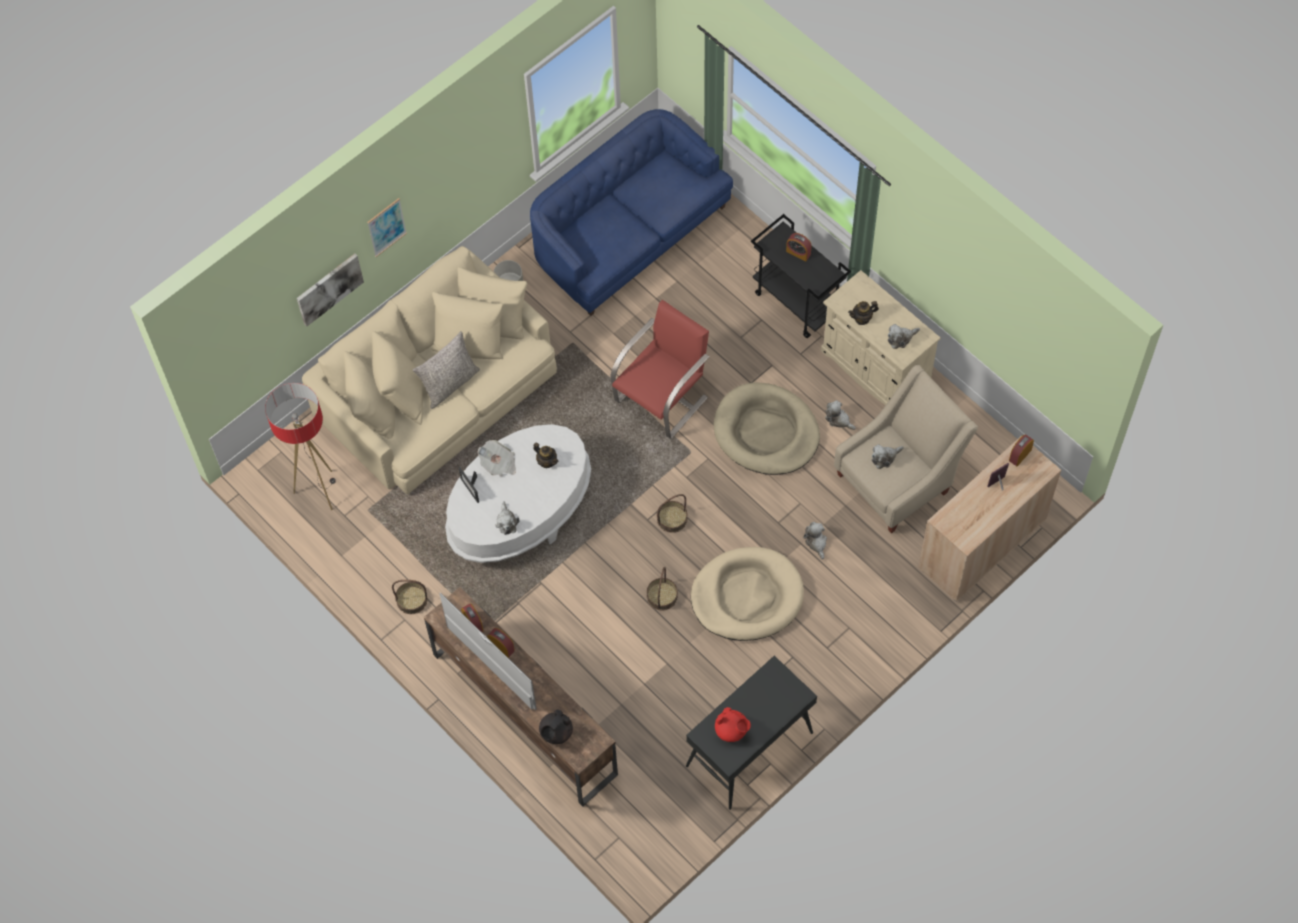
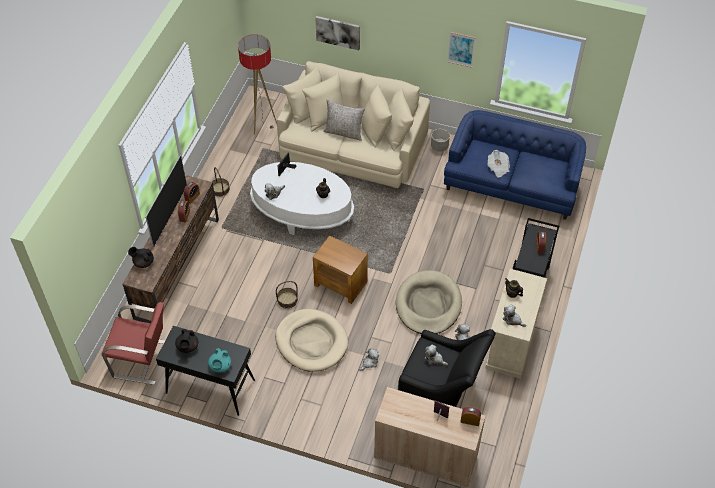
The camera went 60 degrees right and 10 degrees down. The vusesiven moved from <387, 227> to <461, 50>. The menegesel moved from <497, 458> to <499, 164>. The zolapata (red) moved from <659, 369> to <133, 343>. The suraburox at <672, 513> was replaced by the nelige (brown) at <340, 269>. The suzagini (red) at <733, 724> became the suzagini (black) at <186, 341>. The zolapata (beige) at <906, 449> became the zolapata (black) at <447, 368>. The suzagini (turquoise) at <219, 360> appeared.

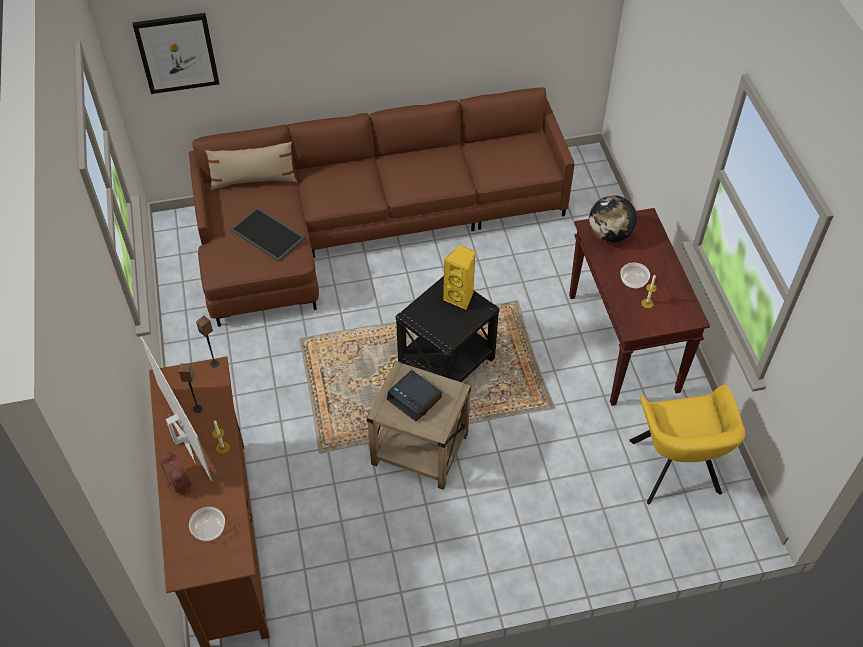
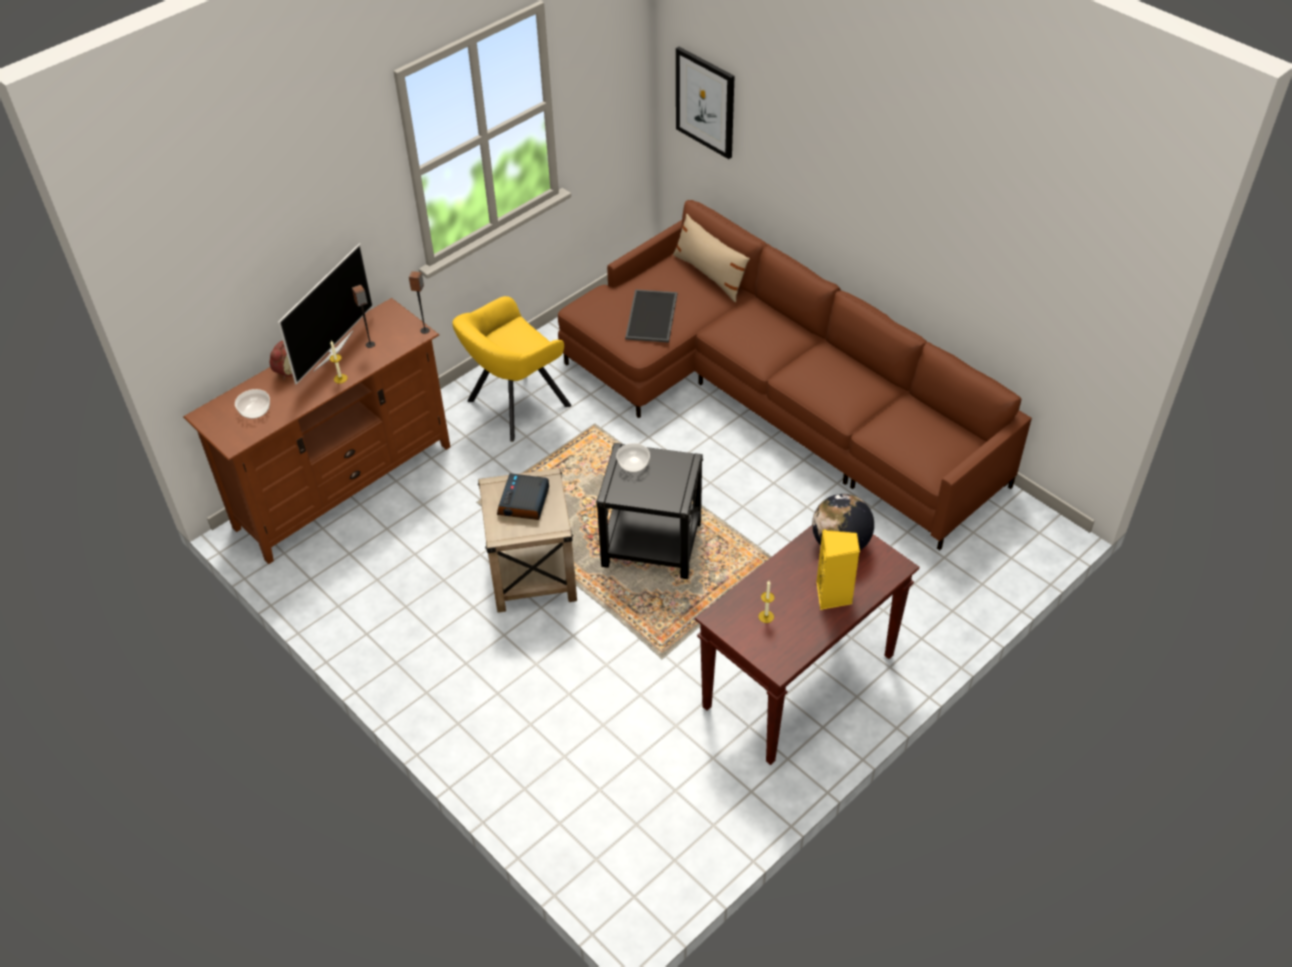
The camera went 60 degrees right and 5 degrees down. The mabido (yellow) moved from <459, 277> to <838, 569>. The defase moved from <635, 276> to <633, 457>. The zolapata (yellow) moved from <687, 444> to <512, 369>.

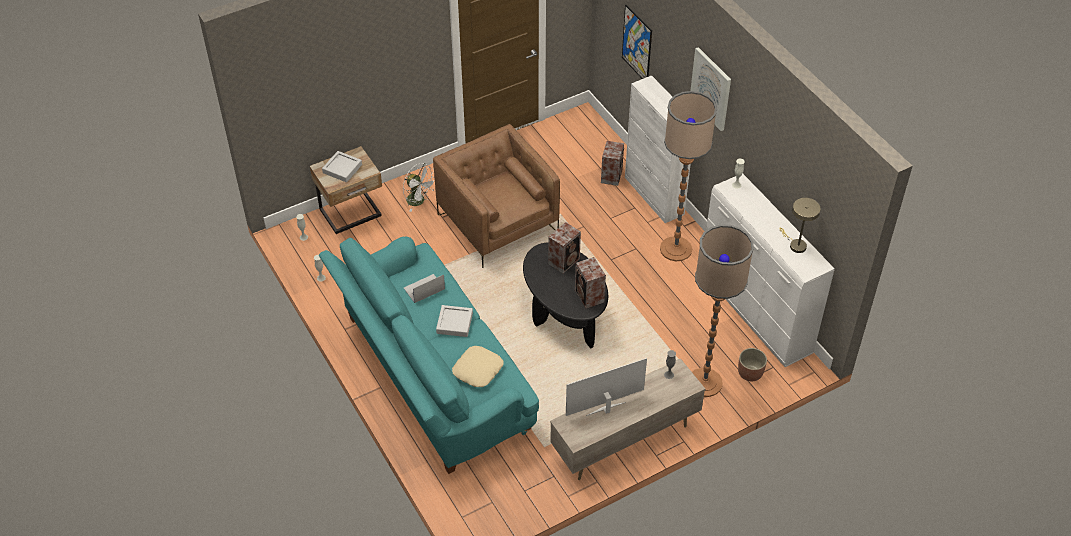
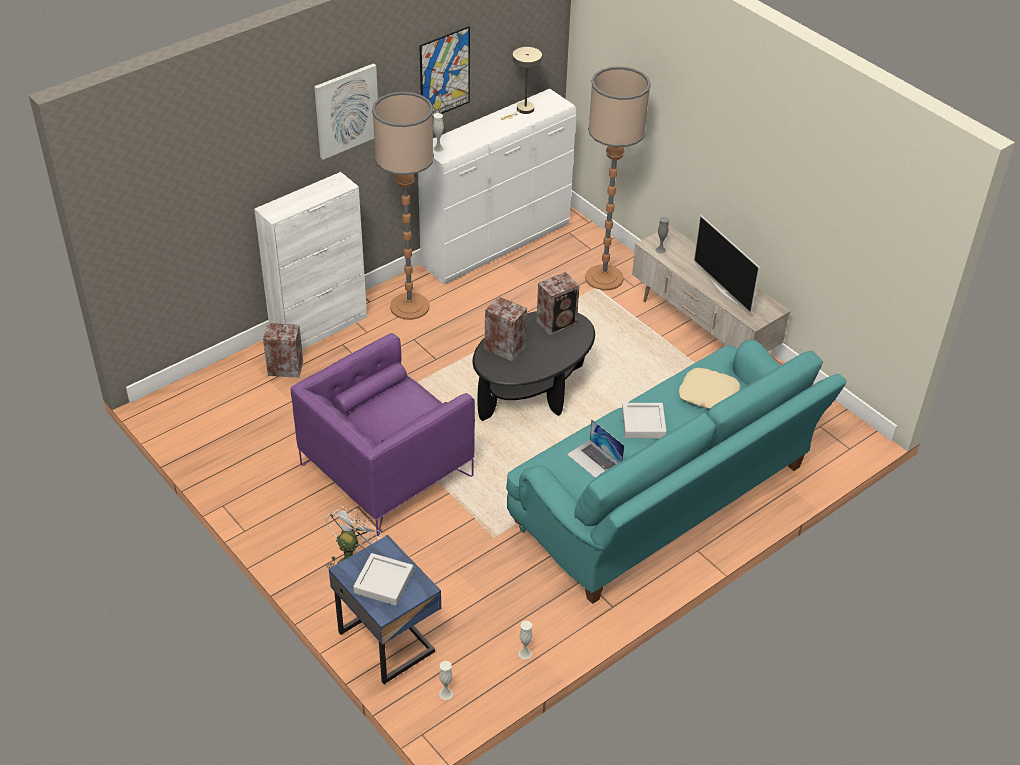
The camera went 100 degrees left and 5 degrees down. The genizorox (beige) at <346, 190> became the genizorox (blue) at <385, 609>. The zolapata (brown) at <496, 196> became the zolapata (purple) at <382, 435>. The vusesiven moved from <637, 42> to <444, 72>. The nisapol at <752, 364> disappeared.

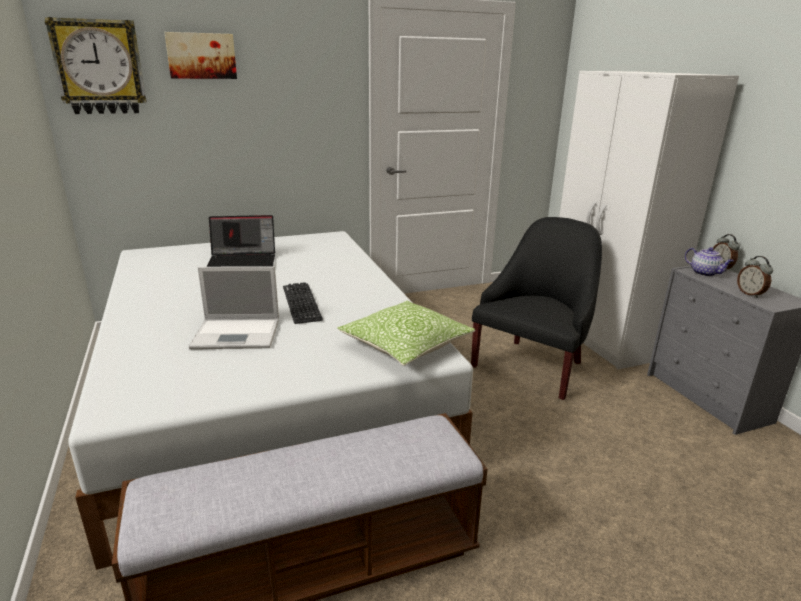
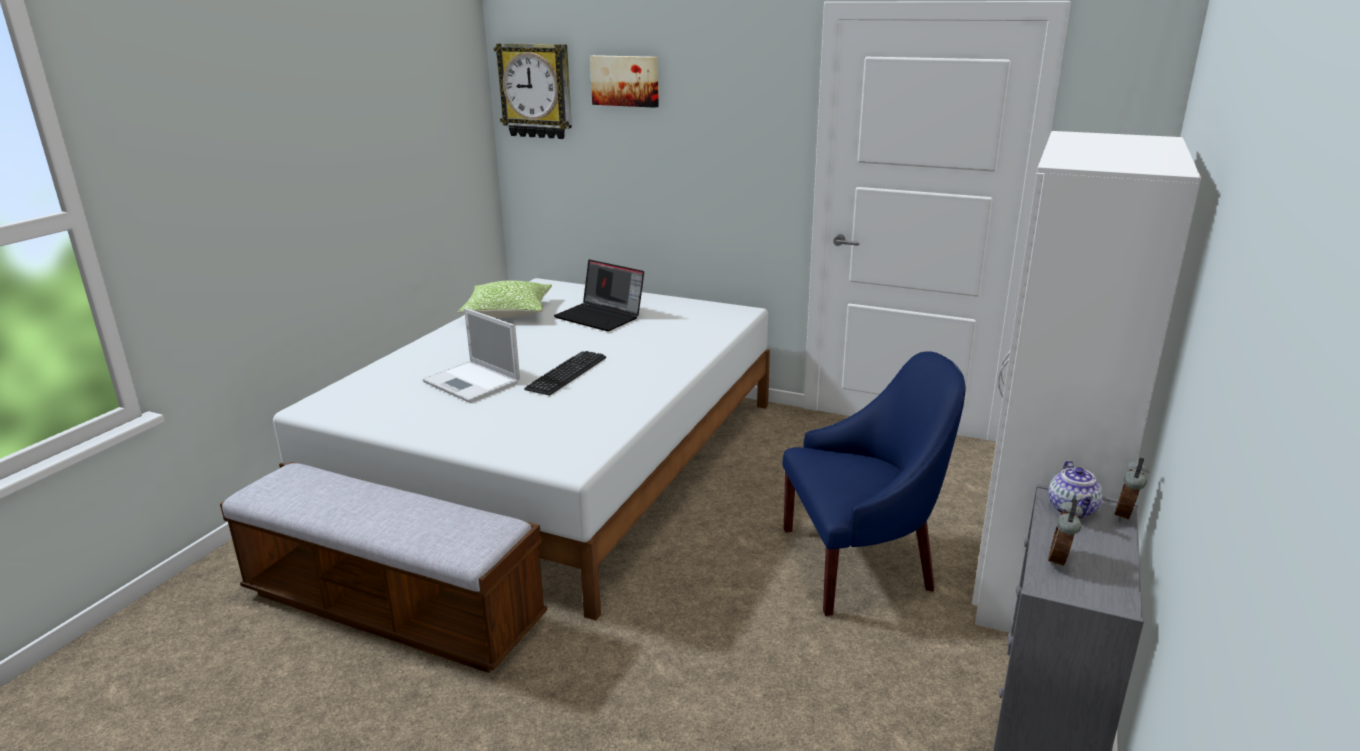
The camera went 45 degrees right and 0 degrees up. The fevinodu moved from <406, 333> to <505, 298>. The zolapata (black) at <536, 308> became the zolapata (blue) at <874, 483>.

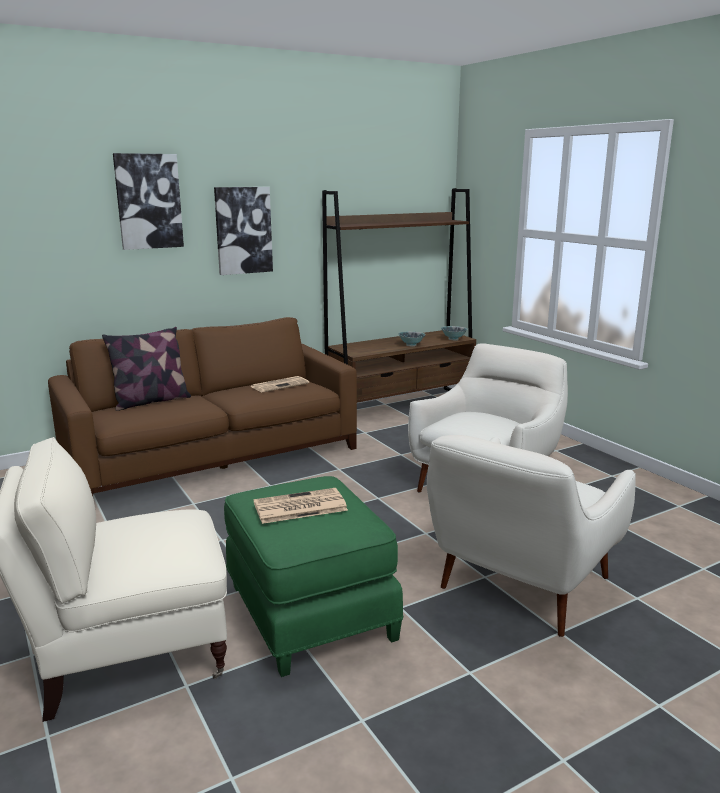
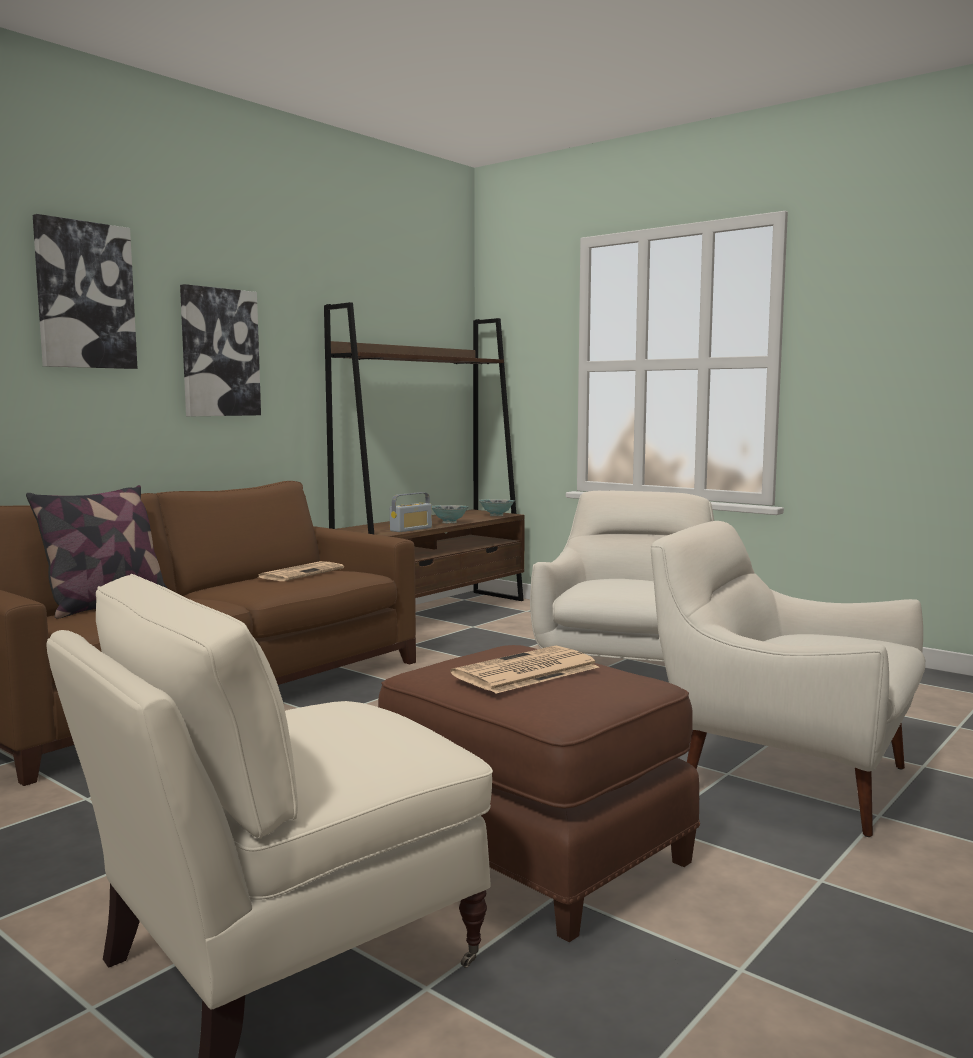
The camera went 20 degrees left and 10 degrees down. The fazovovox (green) at <313, 576> became the fazovovox (brown) at <539, 793>. The zolapata (white) at <531, 536> turned 105 degrees clockwise. The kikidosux at <411, 512> appeared.

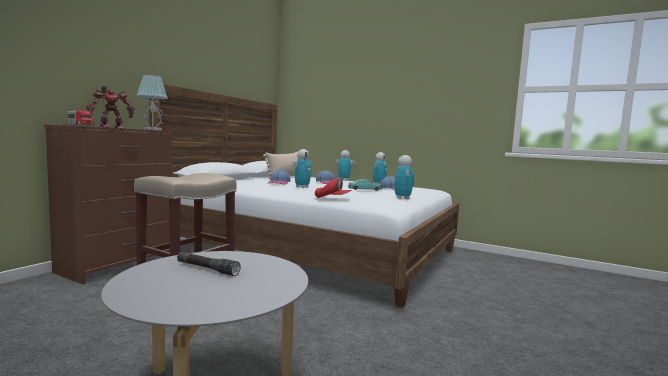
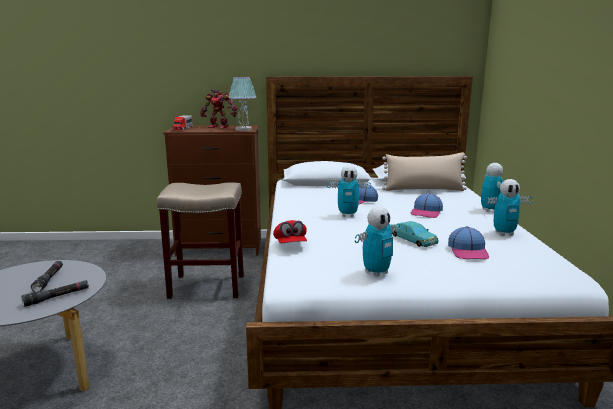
The camera went 60 degrees right and 10 degrees up. The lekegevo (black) at <55, 293> appeared.

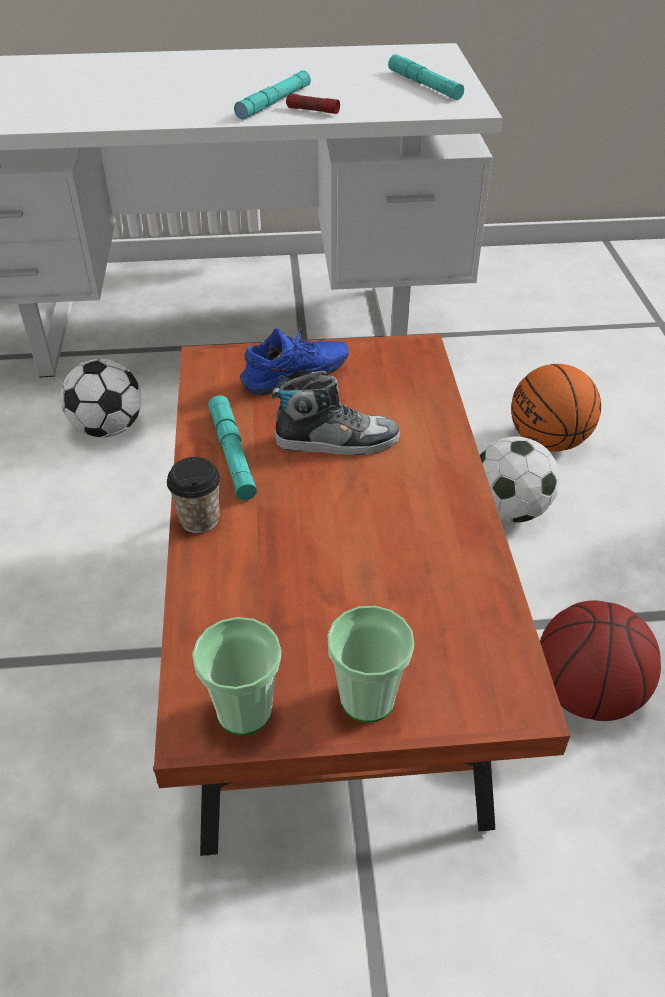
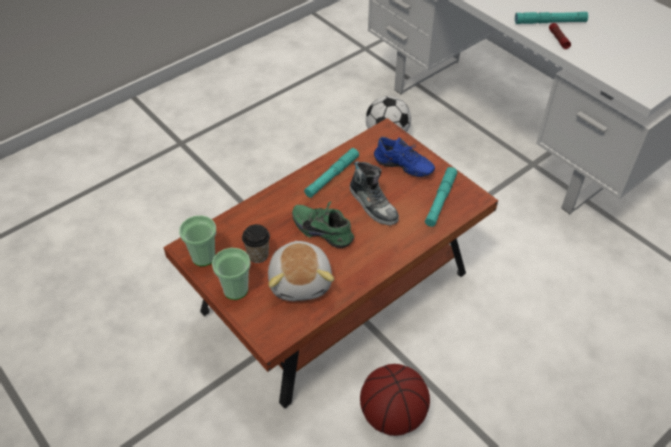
The camera went 55 degrees right and 5 degrees up. The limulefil moved from <194, 495> to <256, 243>. The lekegevo (turquoise) moved from <426, 77> to <441, 197>. The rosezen at <519, 479> disappeared. The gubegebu at <556, 408> disappeared. The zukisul at <301, 271> appeared. The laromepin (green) at <323, 224> appeared.

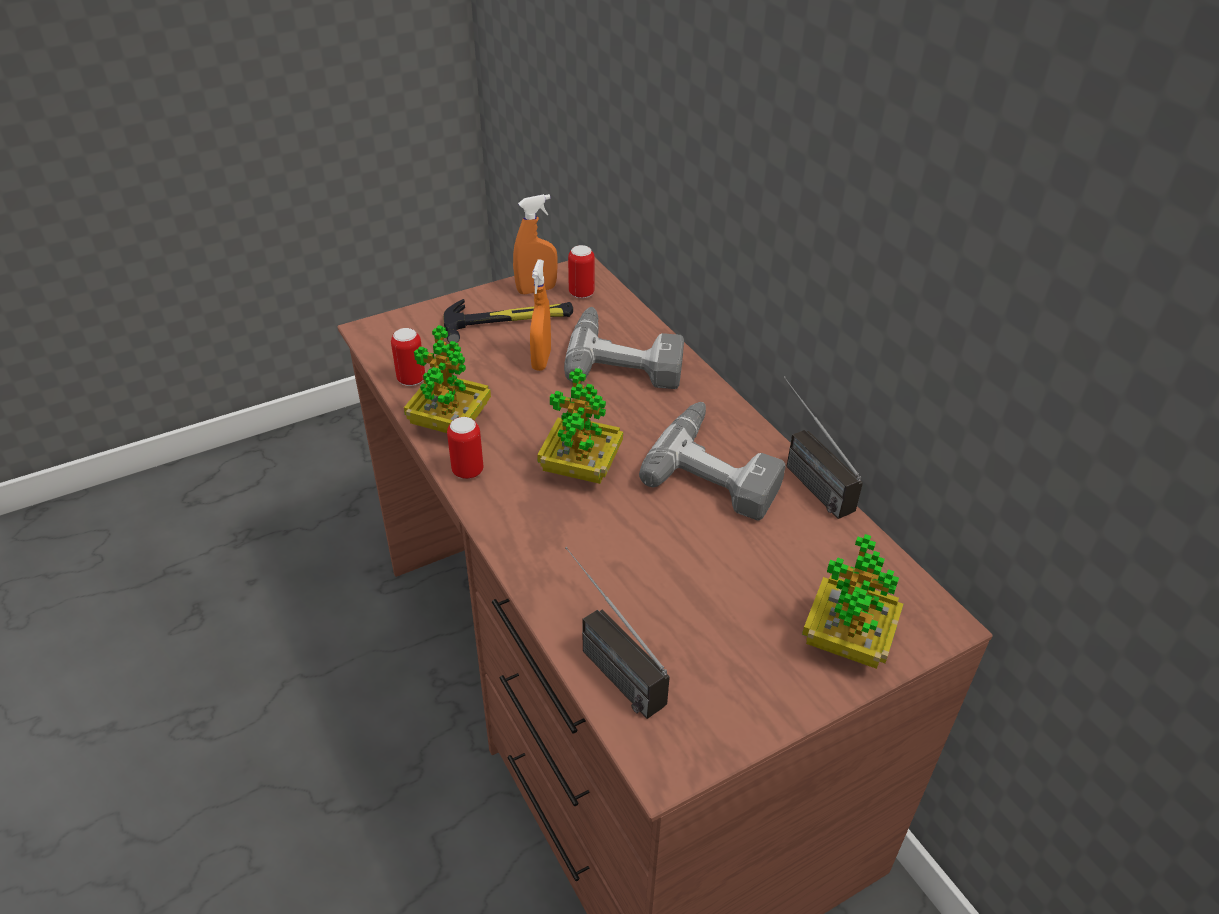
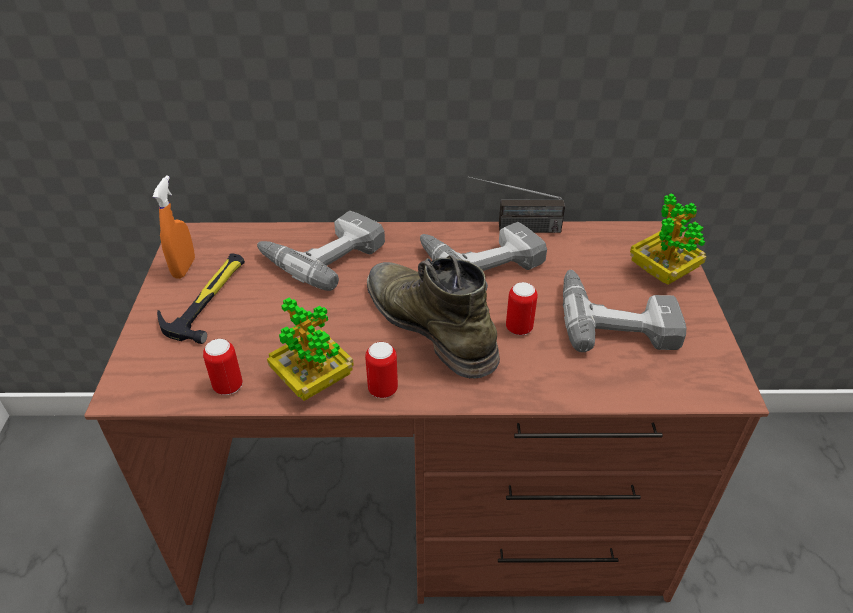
The camera went 60 degrees left and 0 degrees up. The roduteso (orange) at <540, 315> disappeared. The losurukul at <580, 426> was replaced by the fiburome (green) at <433, 317>. The kikidosux at <617, 633> disappeared. The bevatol moved from <581, 272> to <522, 308>. The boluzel at <625, 311> appeared.

